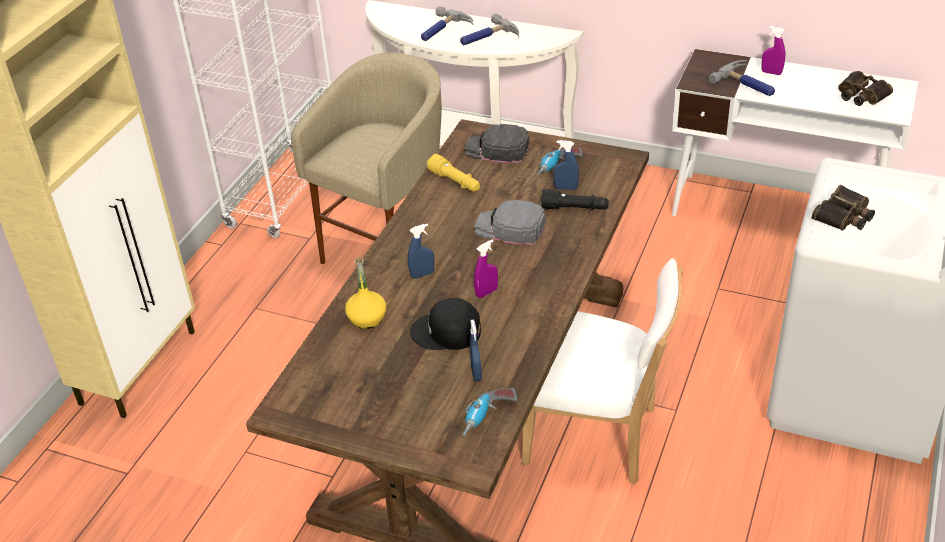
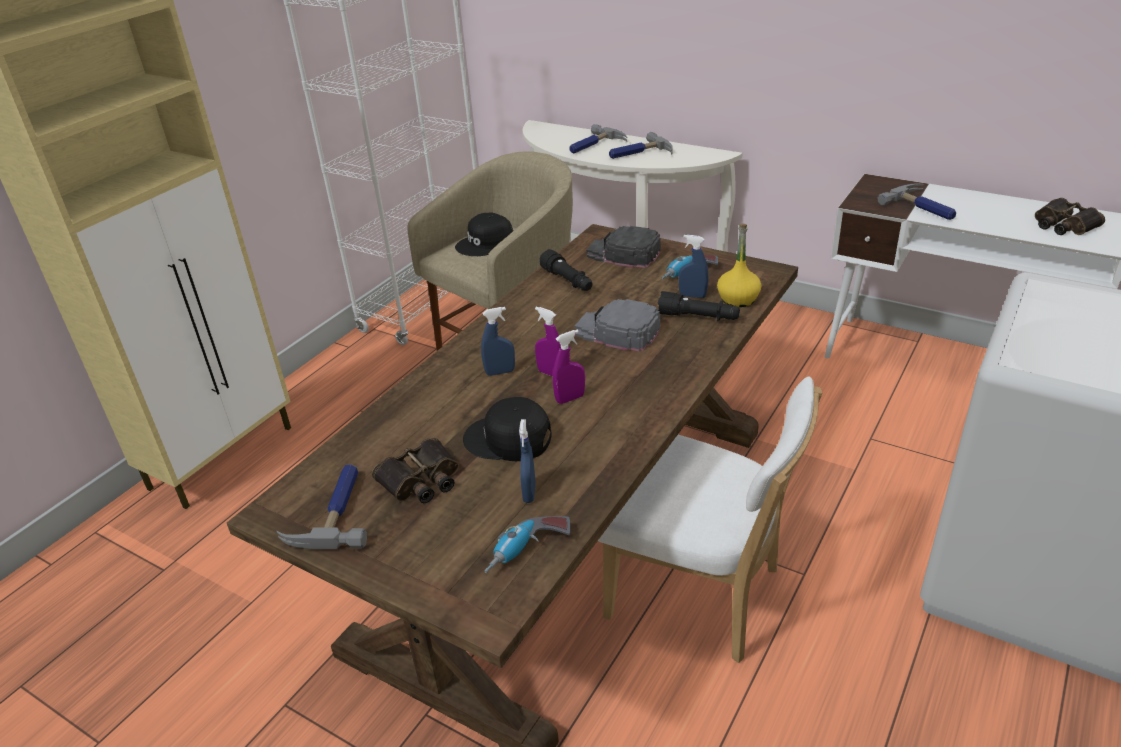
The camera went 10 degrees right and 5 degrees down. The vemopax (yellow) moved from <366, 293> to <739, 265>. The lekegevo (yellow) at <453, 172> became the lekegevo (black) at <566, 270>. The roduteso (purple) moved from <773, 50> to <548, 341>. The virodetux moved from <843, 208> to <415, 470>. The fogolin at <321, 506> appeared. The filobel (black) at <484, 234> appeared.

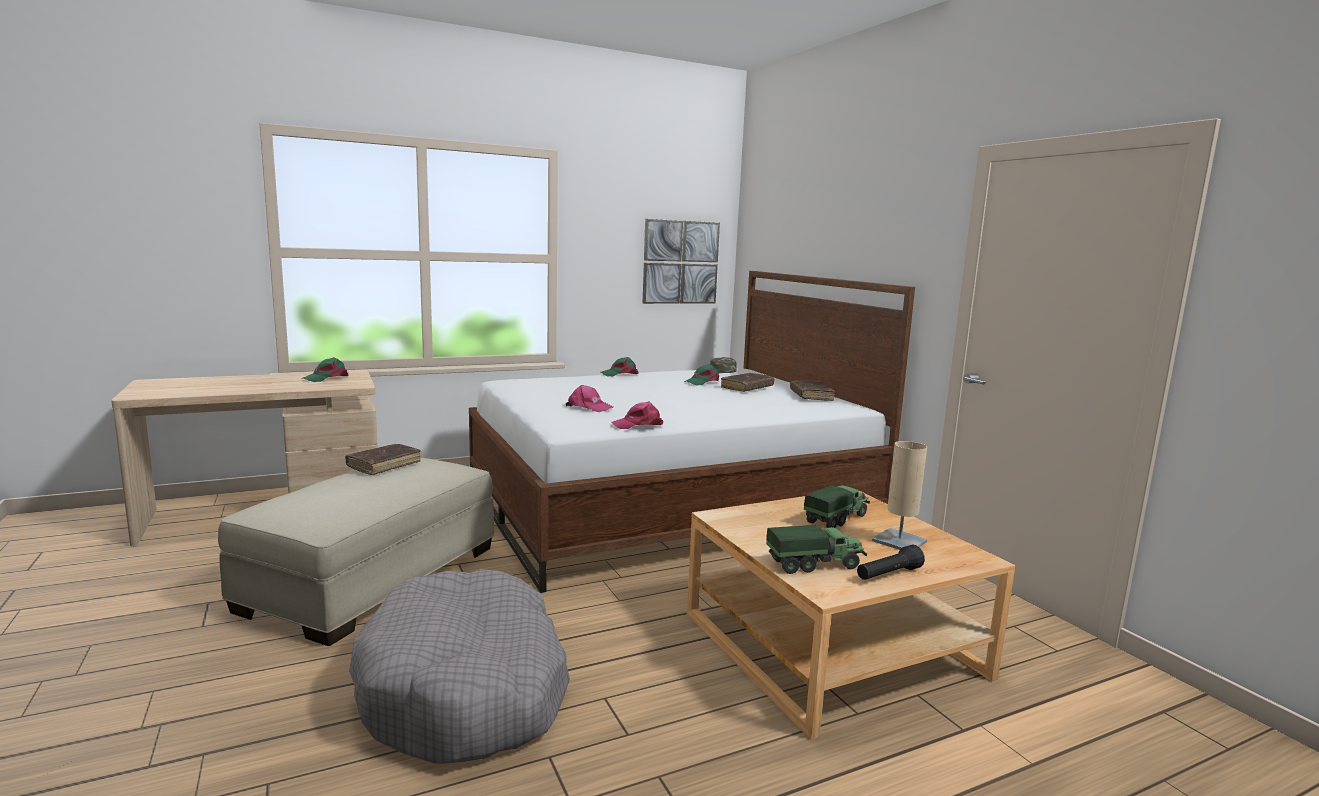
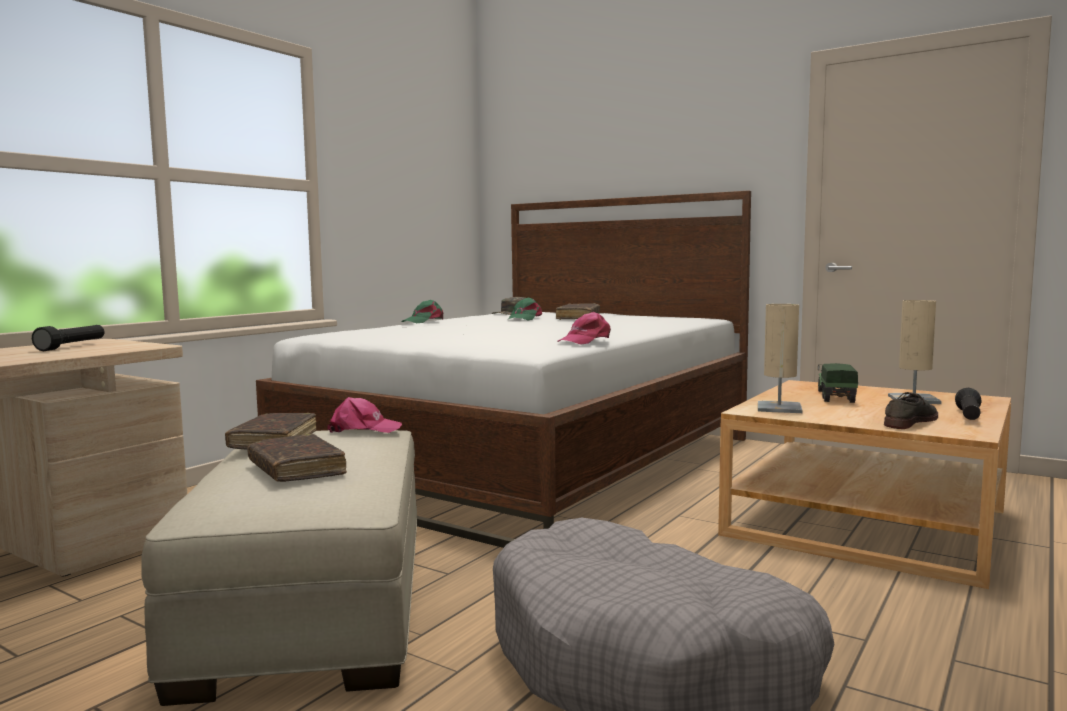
The camera went 30 degrees left and 5 degrees down. The filobel (green) at <325, 369> was replaced by the lekegevo (black) at <68, 338>. The filobel (pink) moved from <589, 398> to <364, 415>. The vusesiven at <681, 261> disappeared. The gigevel at <816, 549> was replaced by the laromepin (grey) at <911, 410>. The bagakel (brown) moved from <812, 390> to <297, 458>. The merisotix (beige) at <780, 358> appeared.

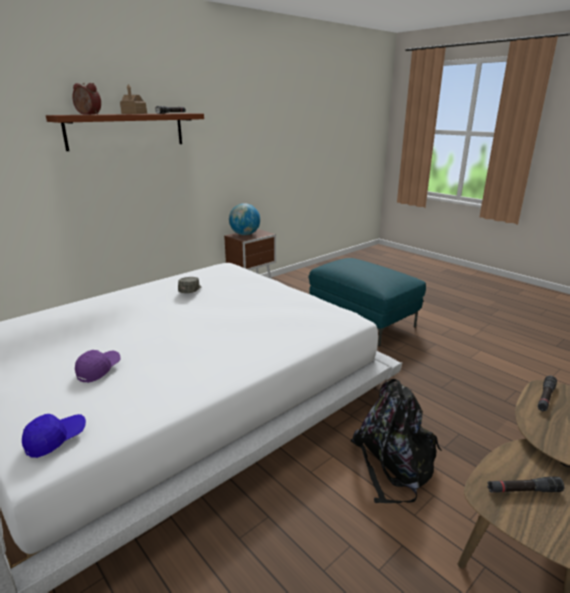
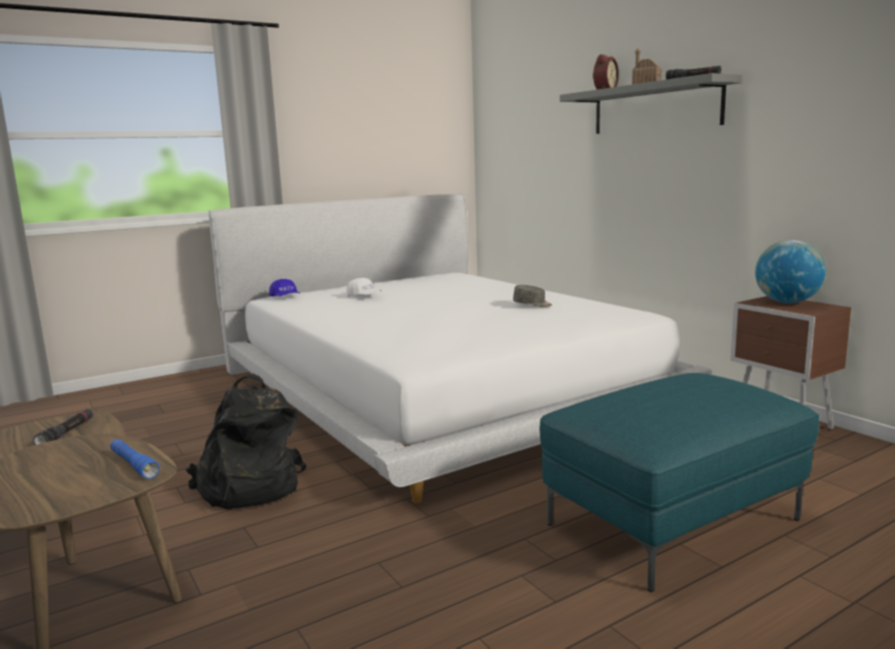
The camera went 100 degrees right and 10 degrees down. The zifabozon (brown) at <125, 132> became the zifabozon (grey) at <651, 103>. The filobel (purple) at <98, 366> became the filobel (white) at <364, 287>. The lekegevo (black) at <547, 393> became the lekegevo (blue) at <135, 459>.

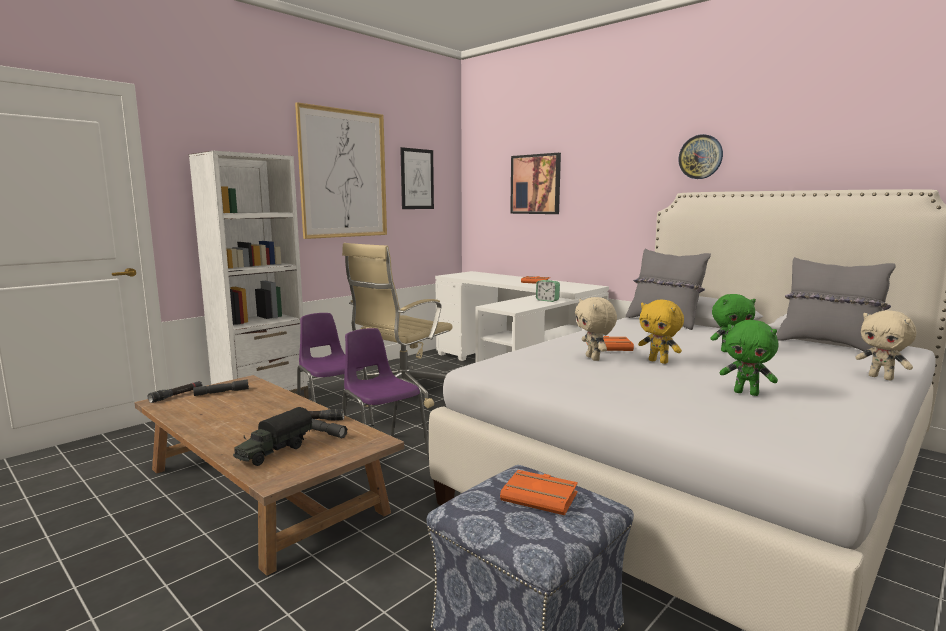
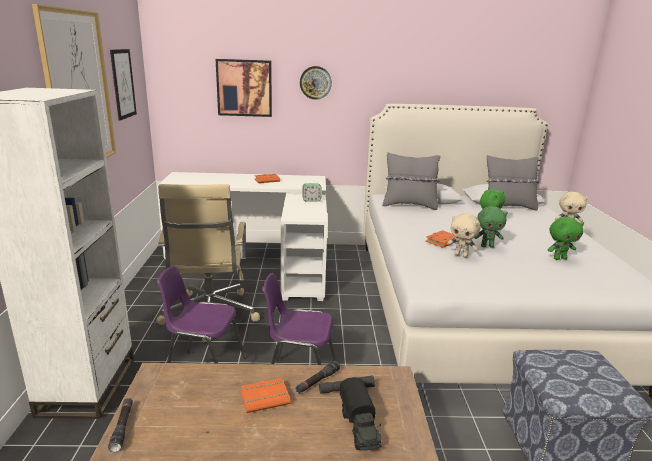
The camera went 45 degrees left and 10 degrees up. The lekegevo (grey) at <221, 388> disappeared. The bagakel (orange) moved from <539, 492> to <266, 395>. The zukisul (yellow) at <661, 332> became the zukisul (green) at <491, 227>. The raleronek moved from <701, 156> to <316, 83>.

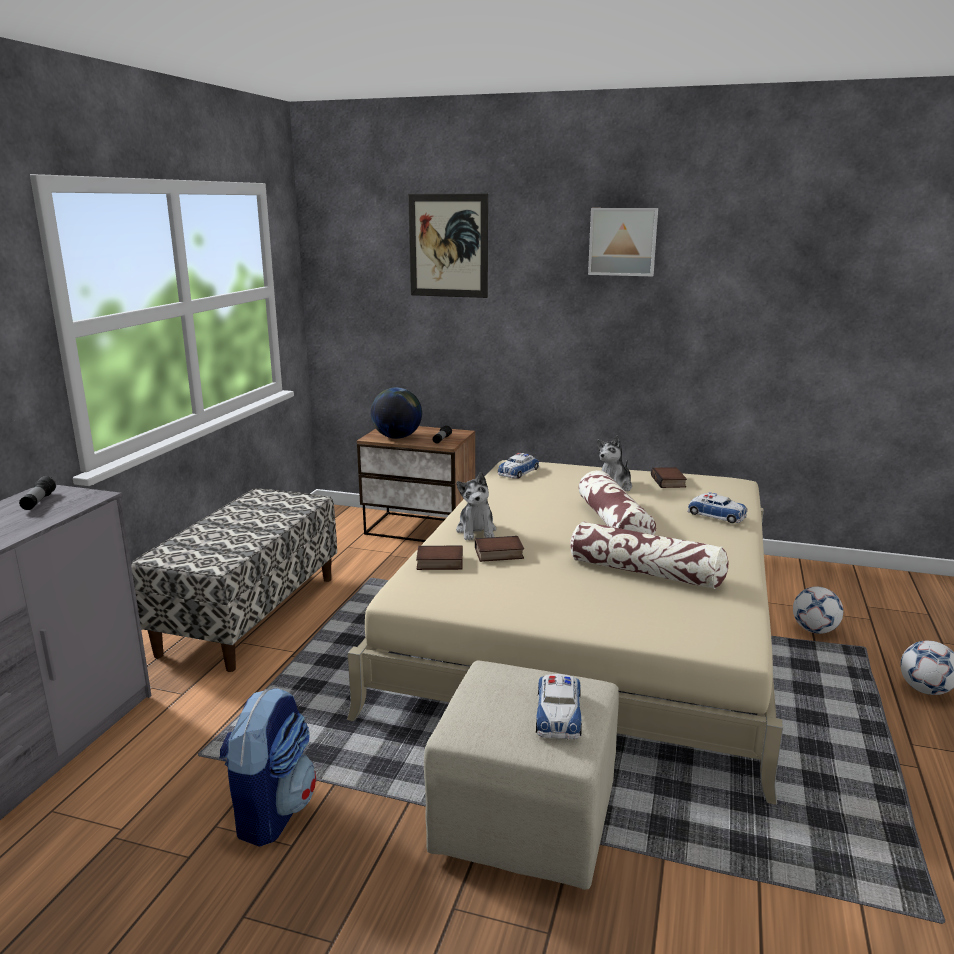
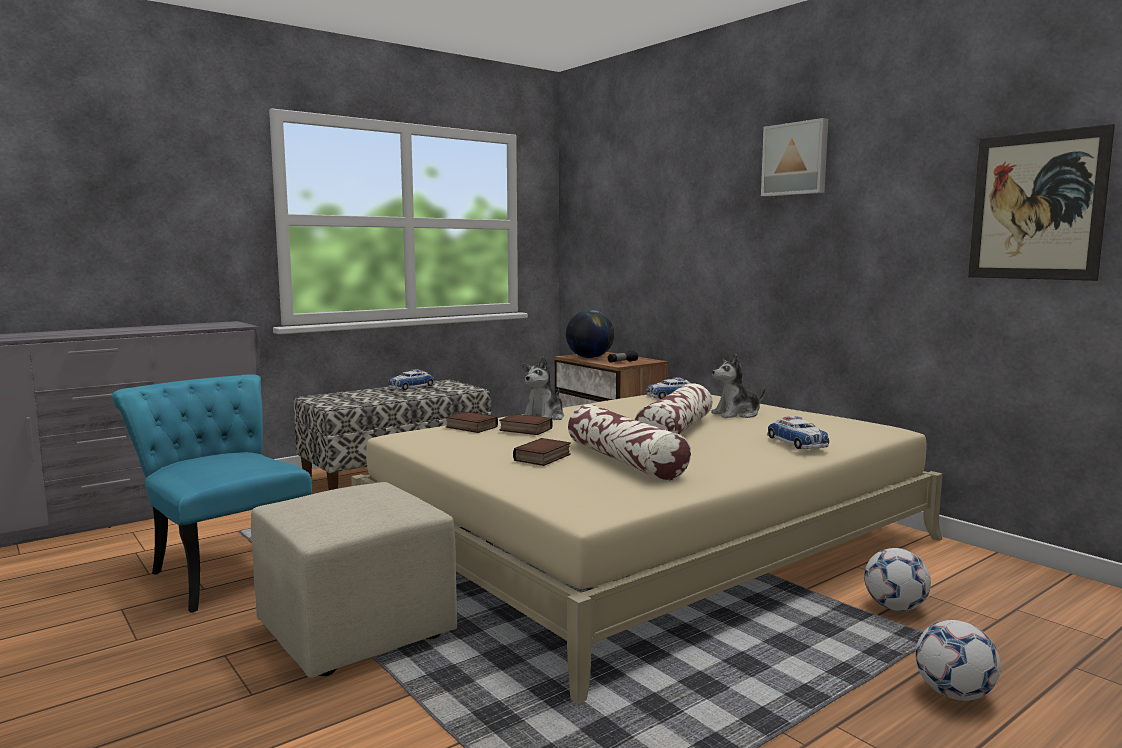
The camera went 35 degrees right and 10 degrees down. The lekegevo at <37, 493> disappeared. The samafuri at <267, 767> was replaced by the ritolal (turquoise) at <212, 493>. The vusesiven moved from <448, 246> to <1041, 202>. The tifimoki moved from <559, 707> to <411, 379>. The bagakel moved from <669, 477> to <542, 452>.

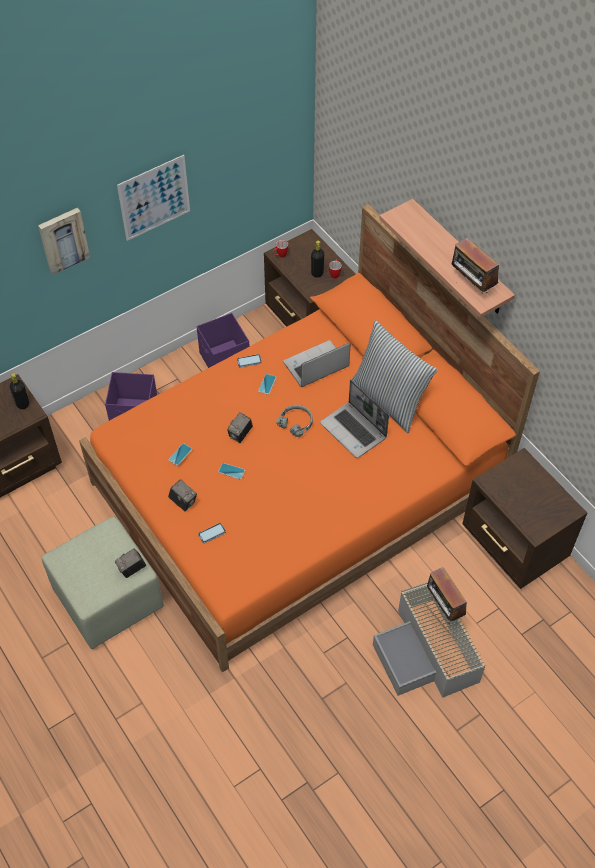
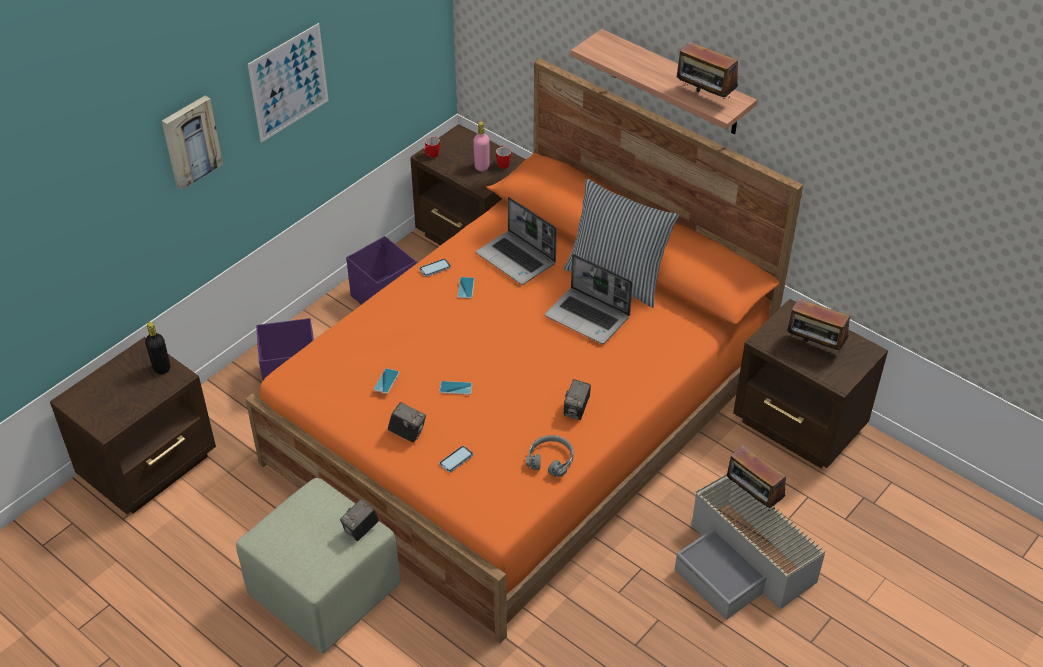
The camera went 15 degrees left and 10 degrees down. The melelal moved from <240, 427> to <577, 399>. The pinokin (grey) moved from <294, 421> to <550, 456>. The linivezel at <317, 363> turned 90 degrees counterclockwise. The vemopax (black) at <317, 259> became the vemopax (pink) at <481, 146>. The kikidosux at <818, 325> appeared.

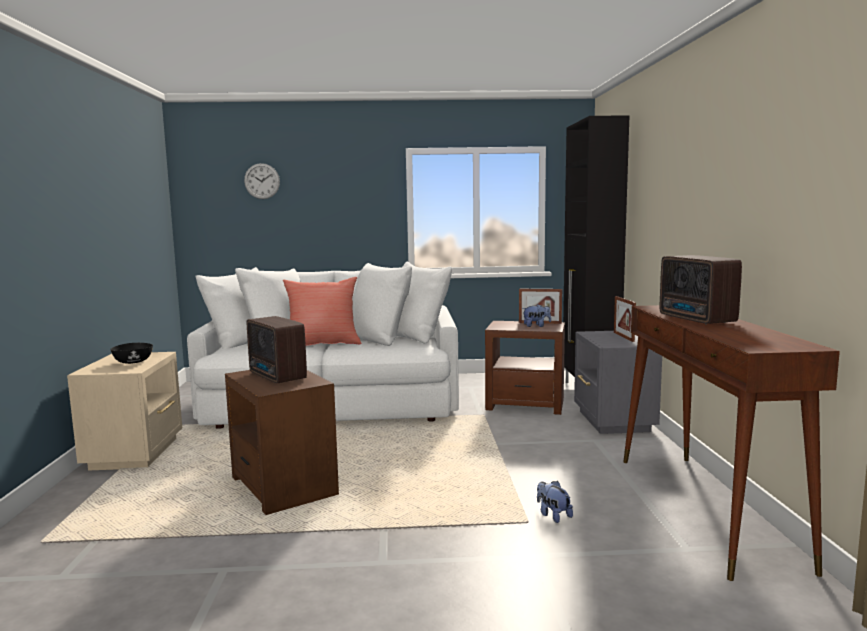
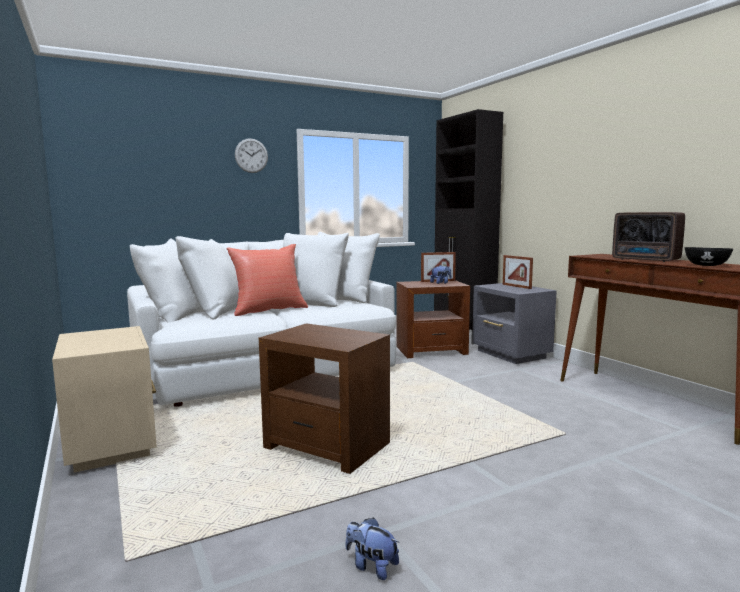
The camera went 25 degrees left and 0 degrees up. The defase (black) moved from <131, 353> to <709, 256>. The raleronek moved from <262, 181> to <251, 155>. The kikidosux at <277, 349> disappeared. The zukisul moved from <555, 502> to <372, 548>.

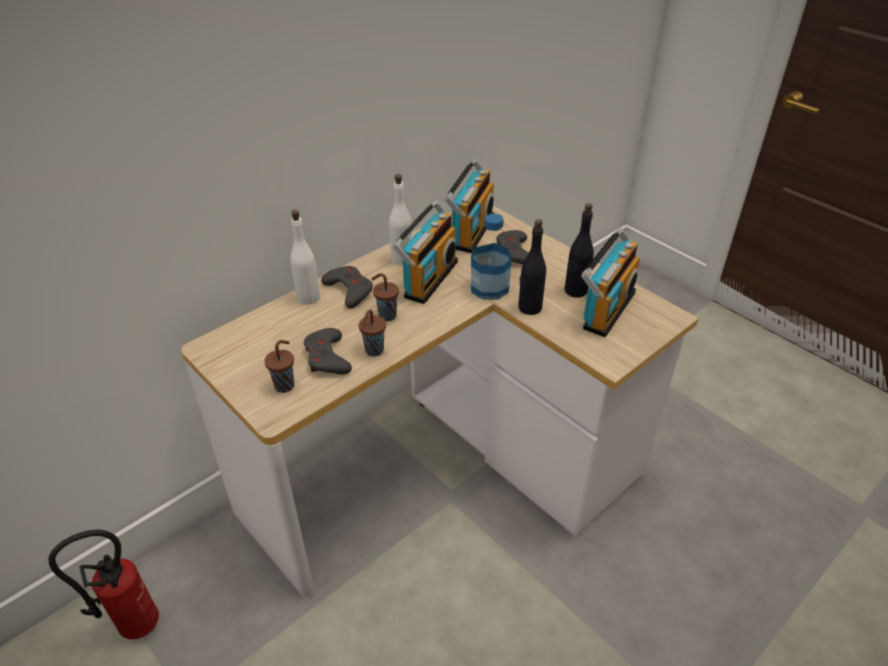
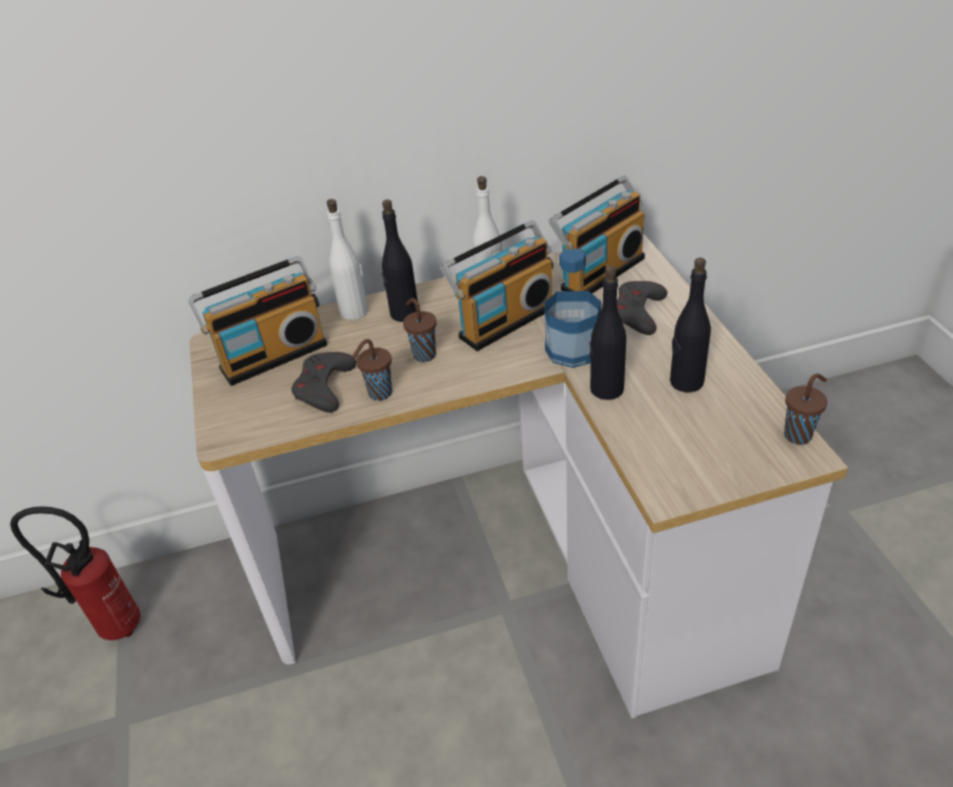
The camera went 30 degrees right and 0 degrees up. The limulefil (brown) moved from <279, 366> to <805, 409>. The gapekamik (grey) at <347, 287> was replaced by the vemopax (black) at <400, 261>. The kikidosux moved from <610, 282> to <258, 321>.

